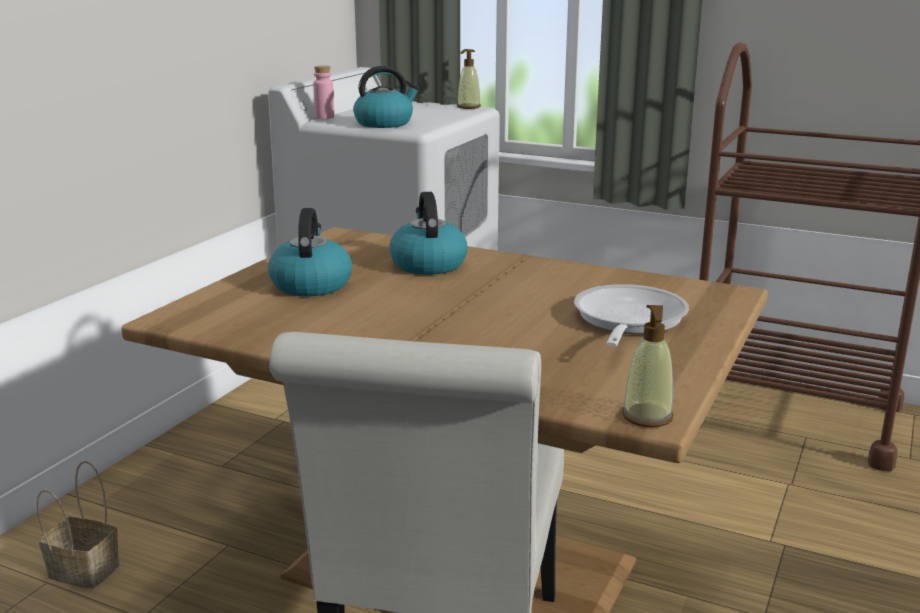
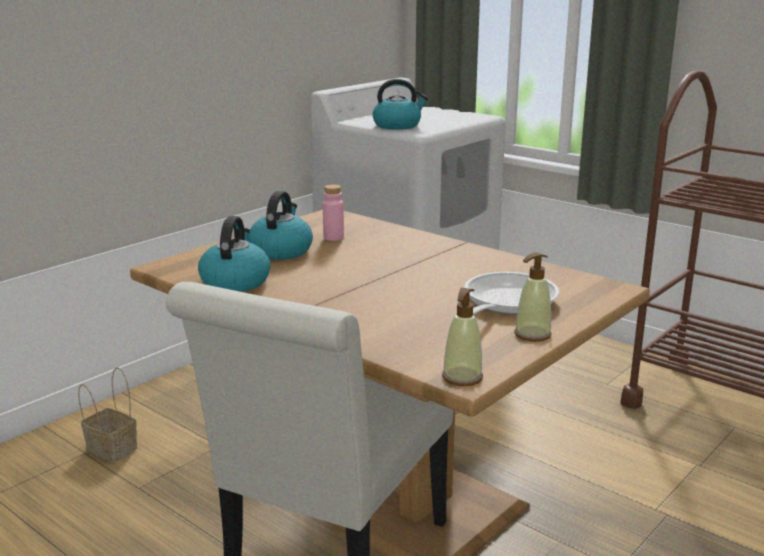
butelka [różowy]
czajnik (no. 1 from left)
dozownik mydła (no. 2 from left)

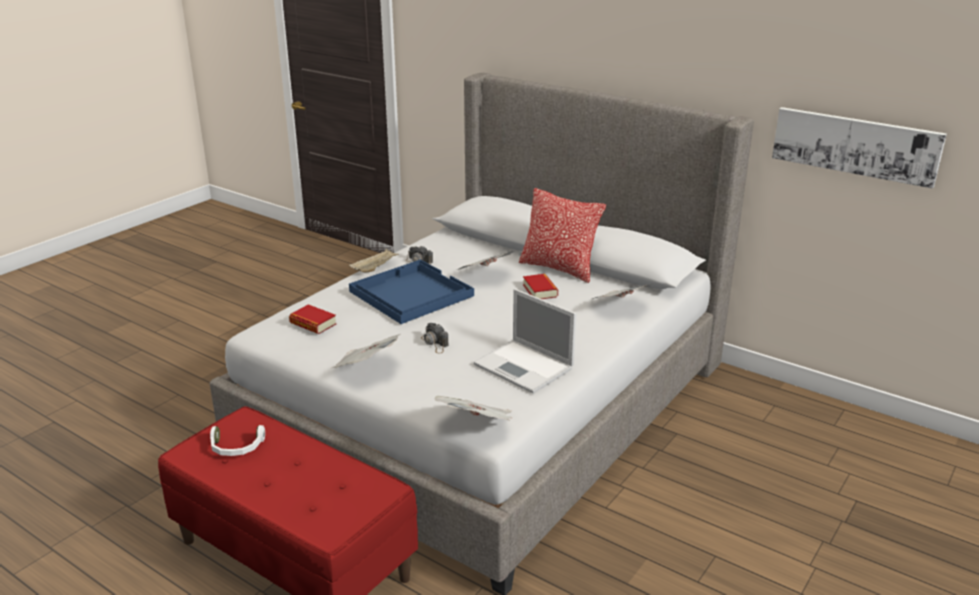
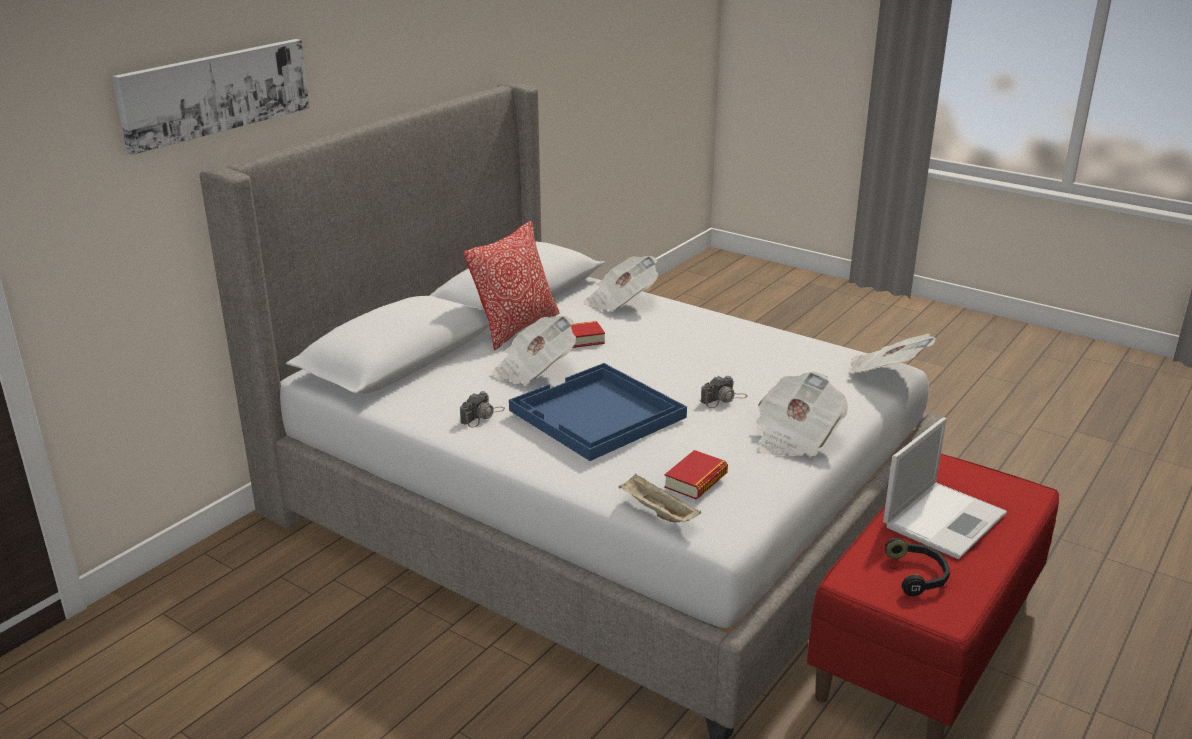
taca [beżowy]
laptop
obraz
słuchawki [czarny]

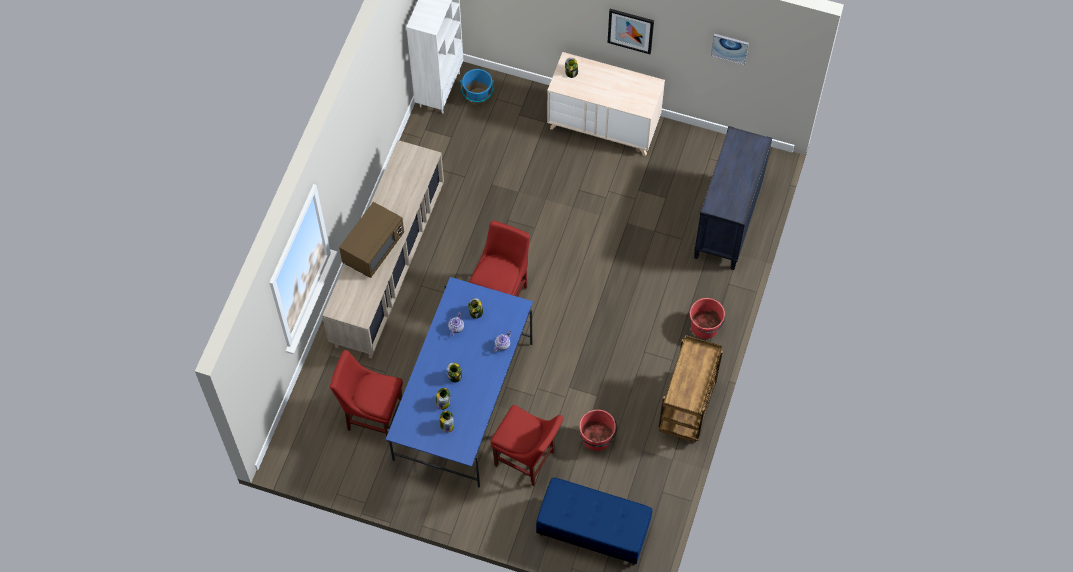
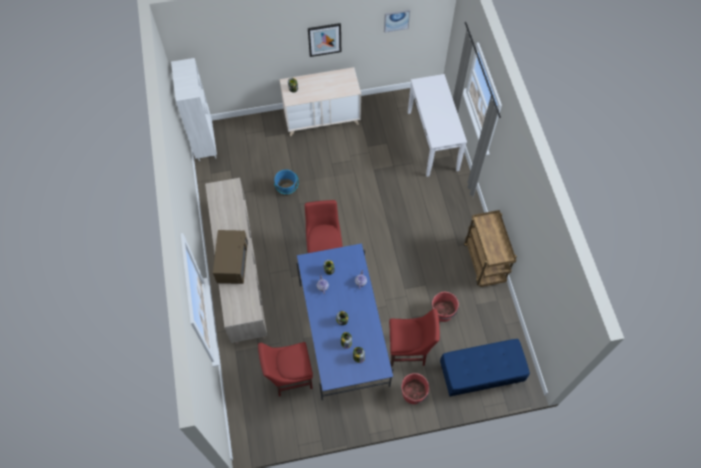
wiadro [niebieski]
wiadro [czerwony] (no. 1 from left)
stolik konsolowy [biały]

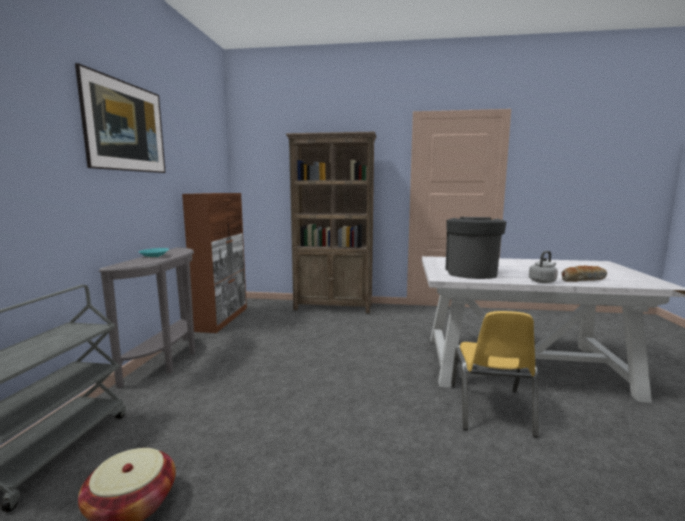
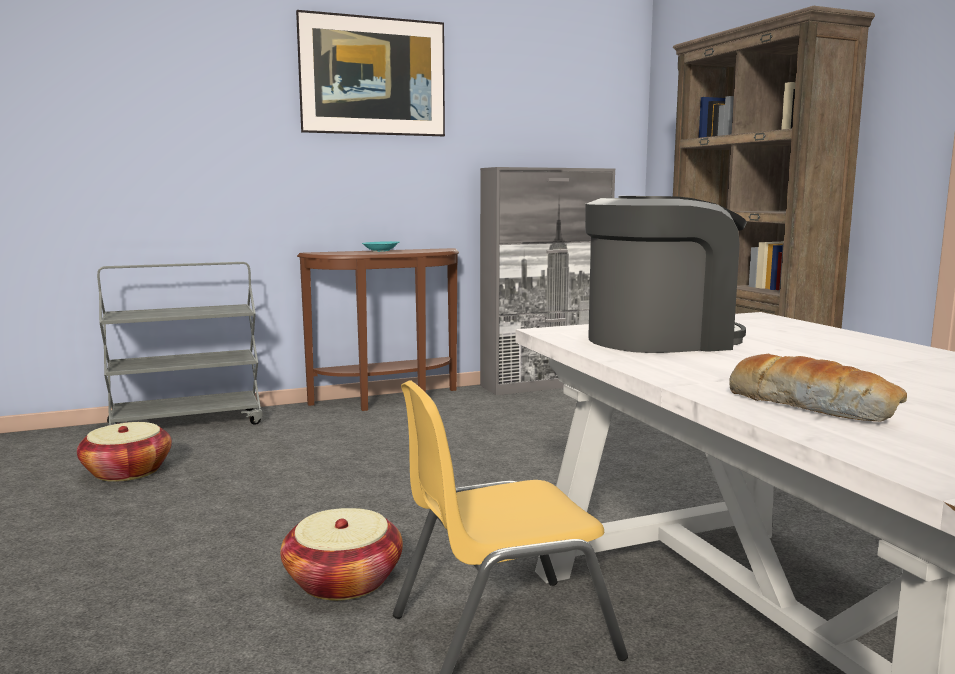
czajnik [szary]
koszyk (no. 2 from left)
stolik konsolowy [brązowy]
szafka [szary]

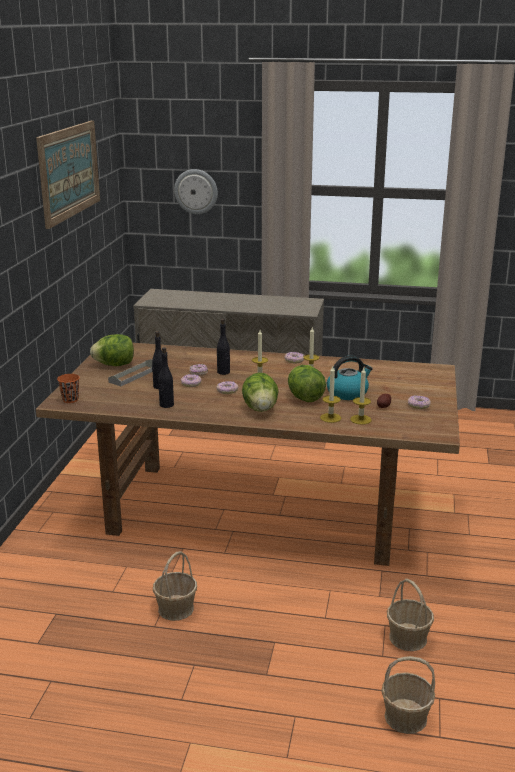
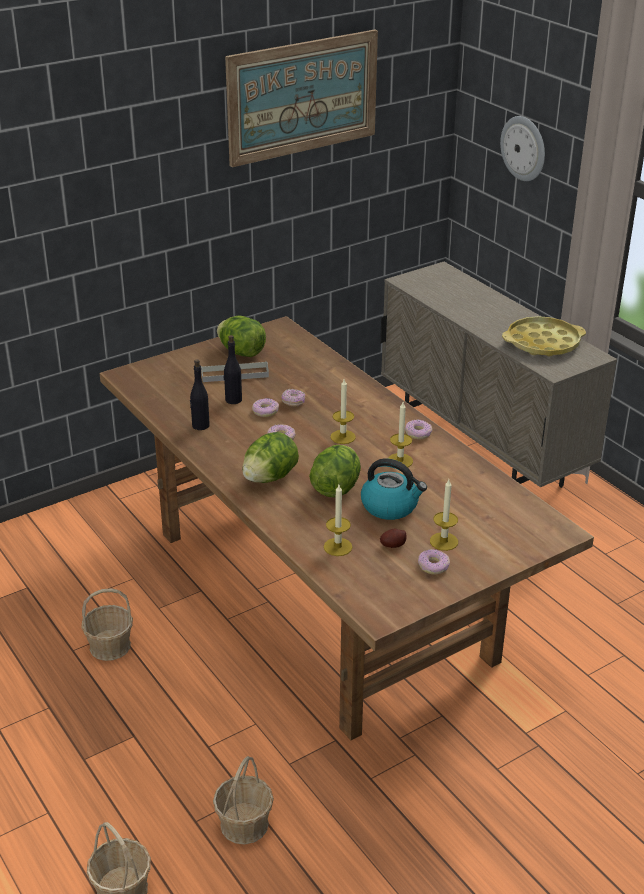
filiżanka [pomarańczowy]
butelka [czarny] (no. 3 from left in the first image)
taca [żółty]
świeca (no. 4 from left)

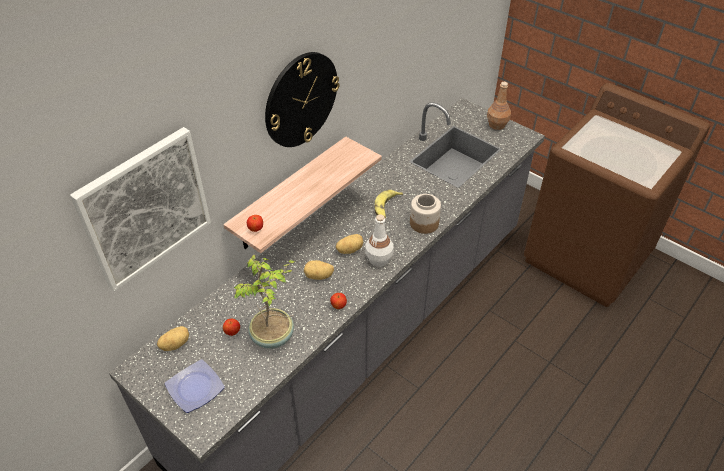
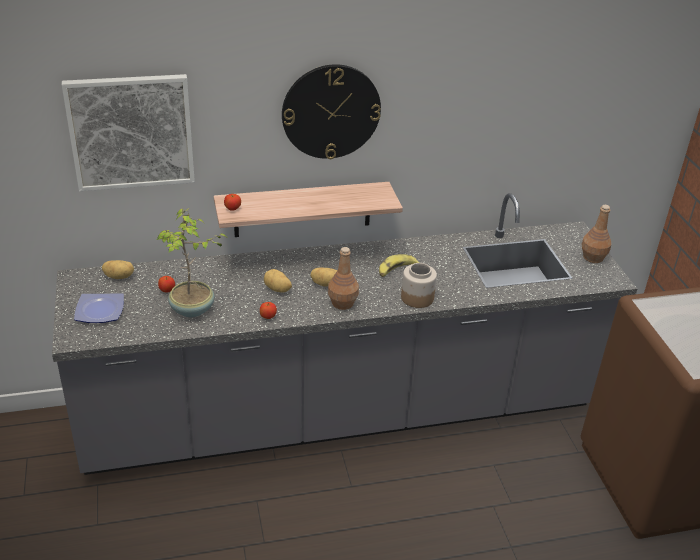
butelka [brązowy] (no. 1 from left)

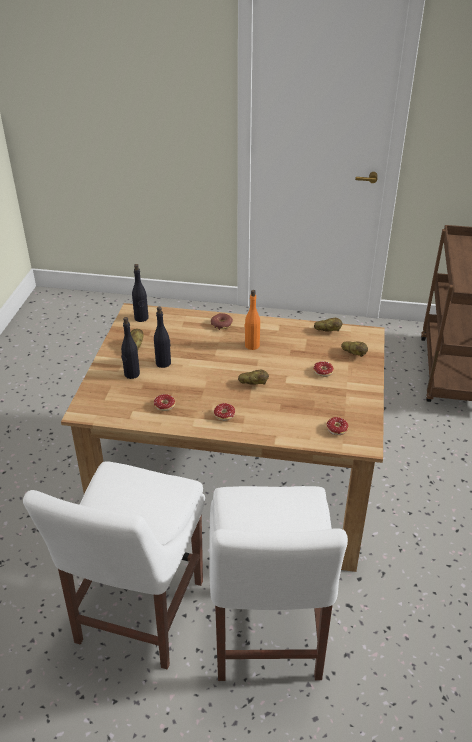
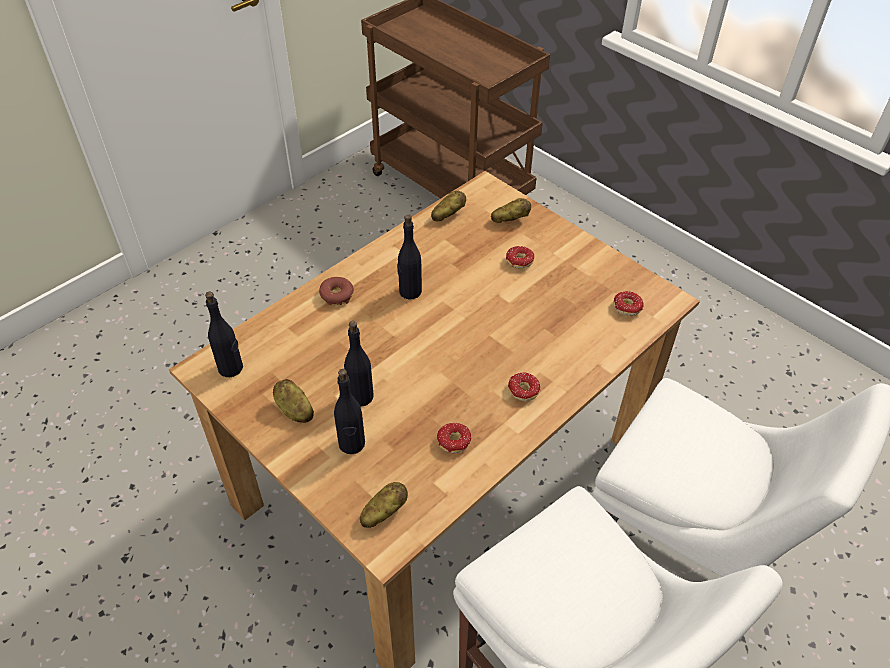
ziemniak (no. 2 from left)
butelka [czarny] (no. 4 from left)

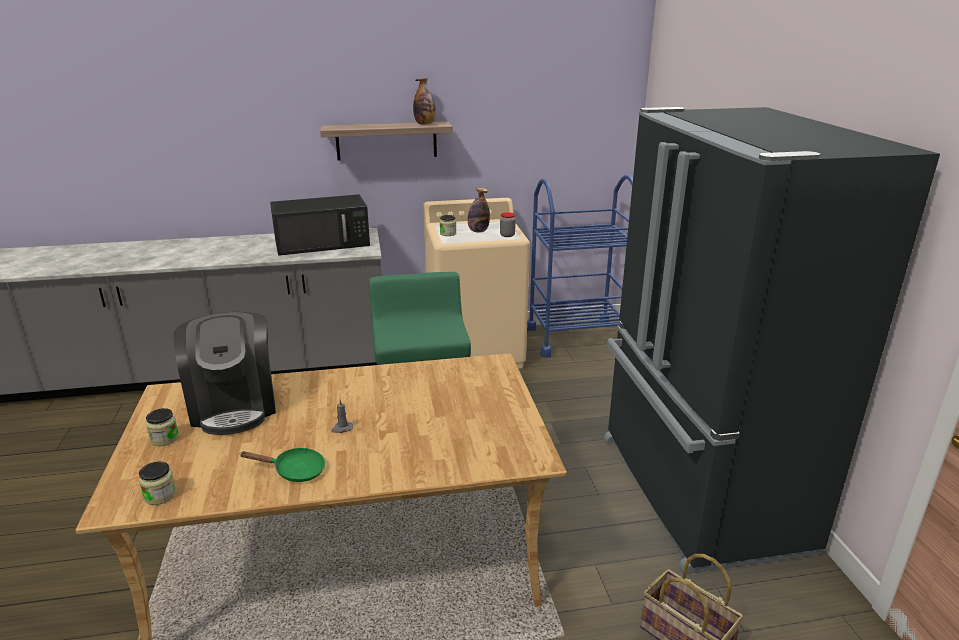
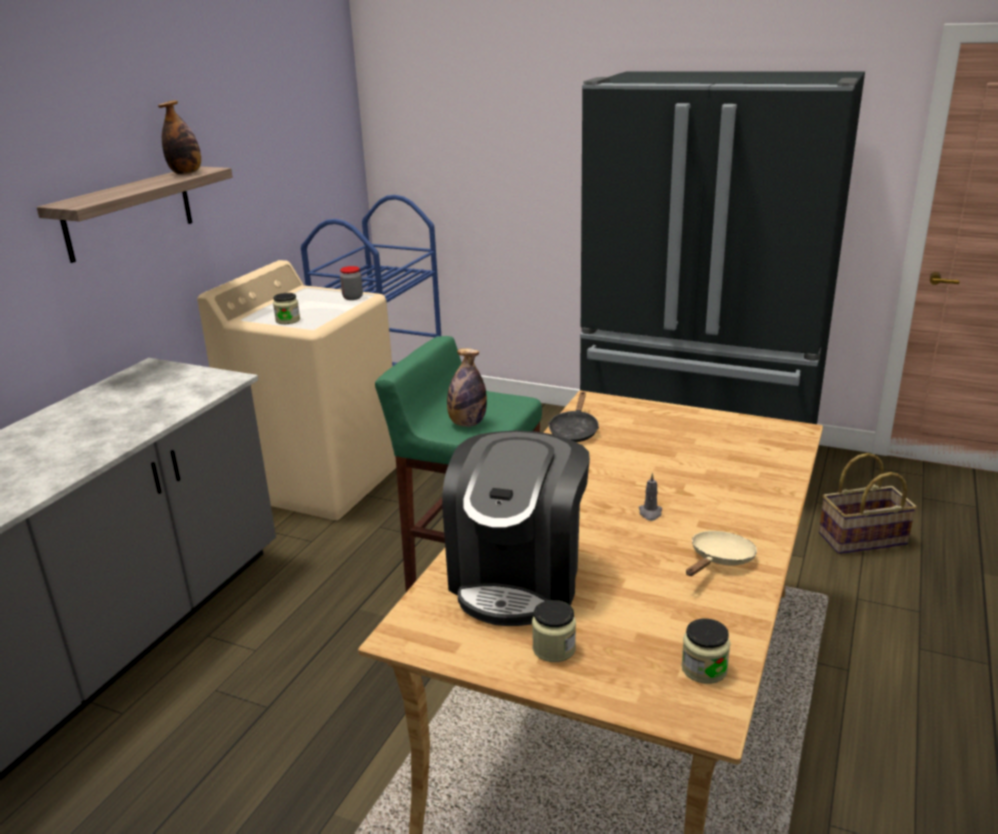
mikrofalówka [czarny]
patelnia [czarny]
butelka (no. 2 from left)
patelnia [beżowy]
ekspres do kawy

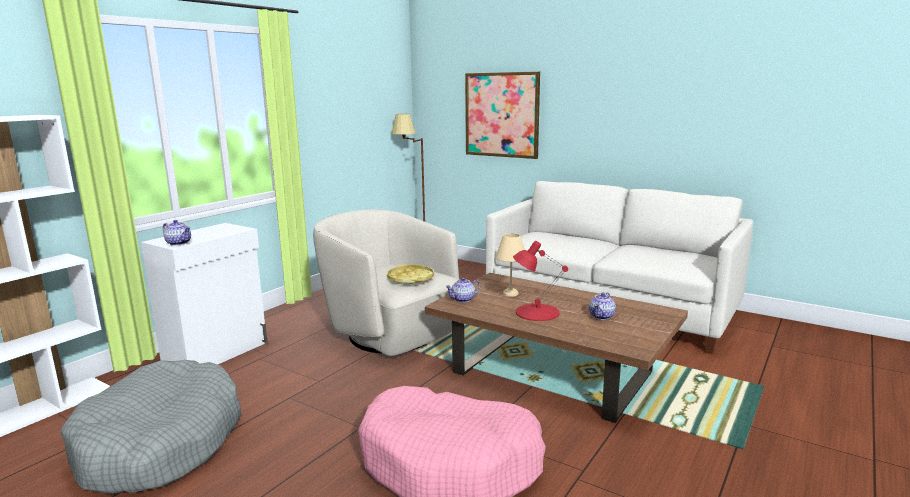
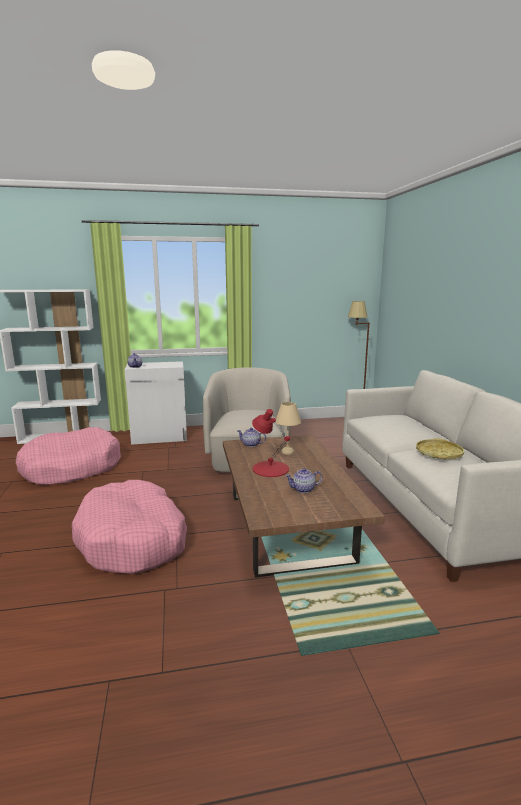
obraz
taca [żółty]
legowisko [różowy] (no. 1 from left)

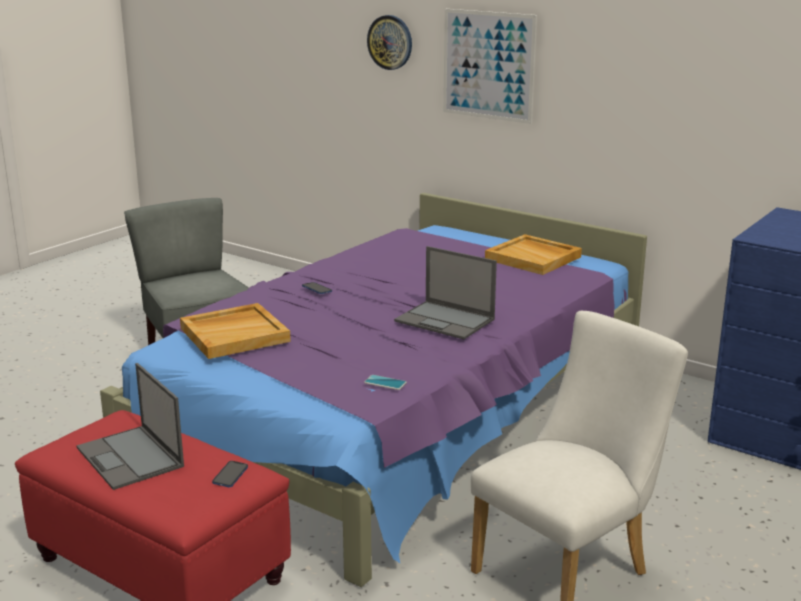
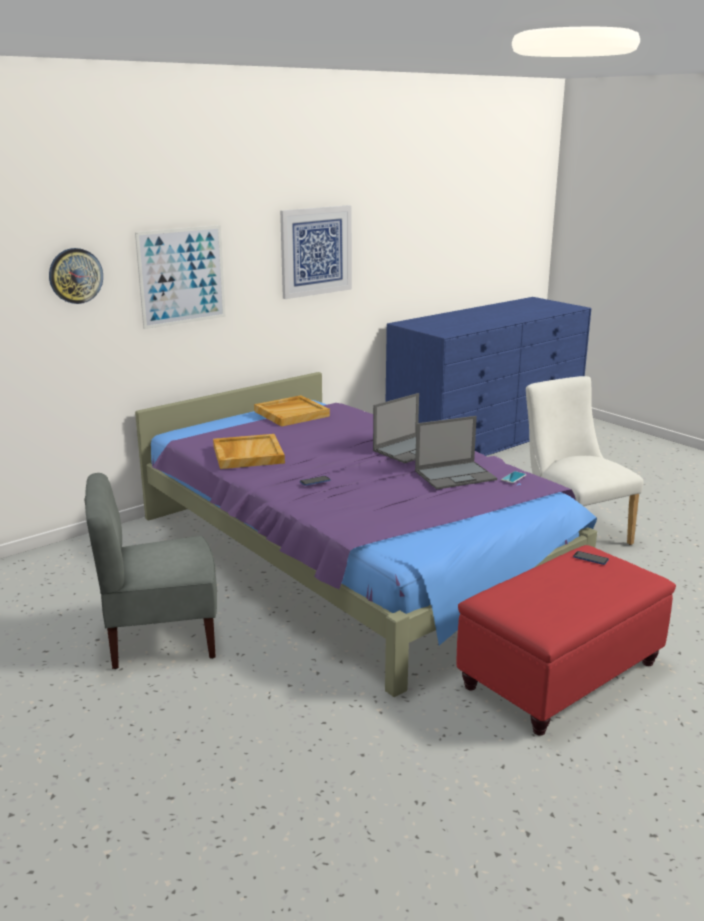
obraz (no. 2 from left)
laptop (no. 2 from left)
taca [beżowy] (no. 1 from left)

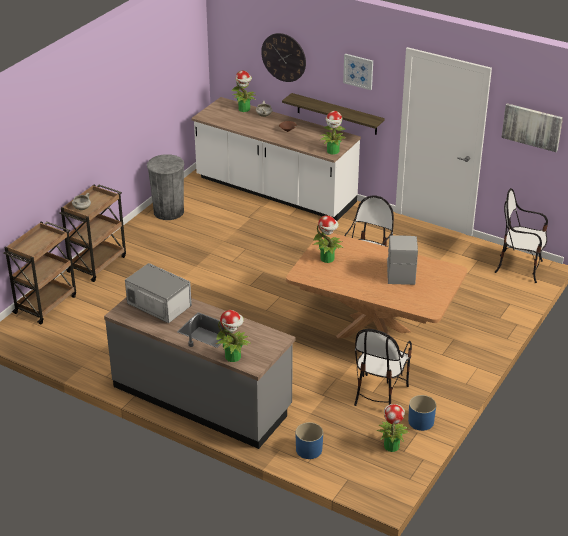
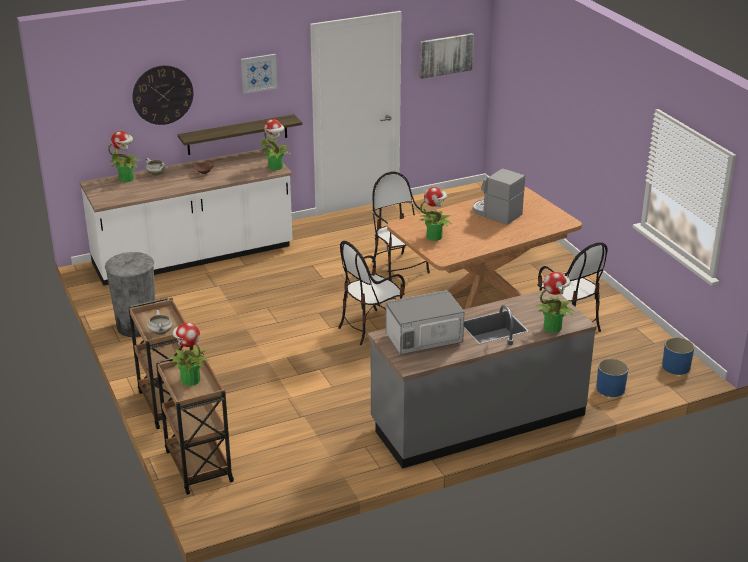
roślina doniczkowa (no. 2 from left)
donica [niebieski] (no. 2 from left)
krzesło (no. 1 from left)

